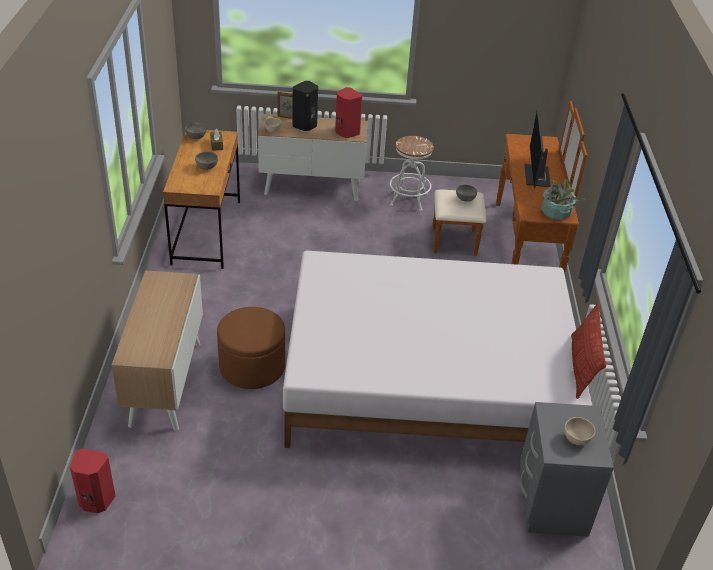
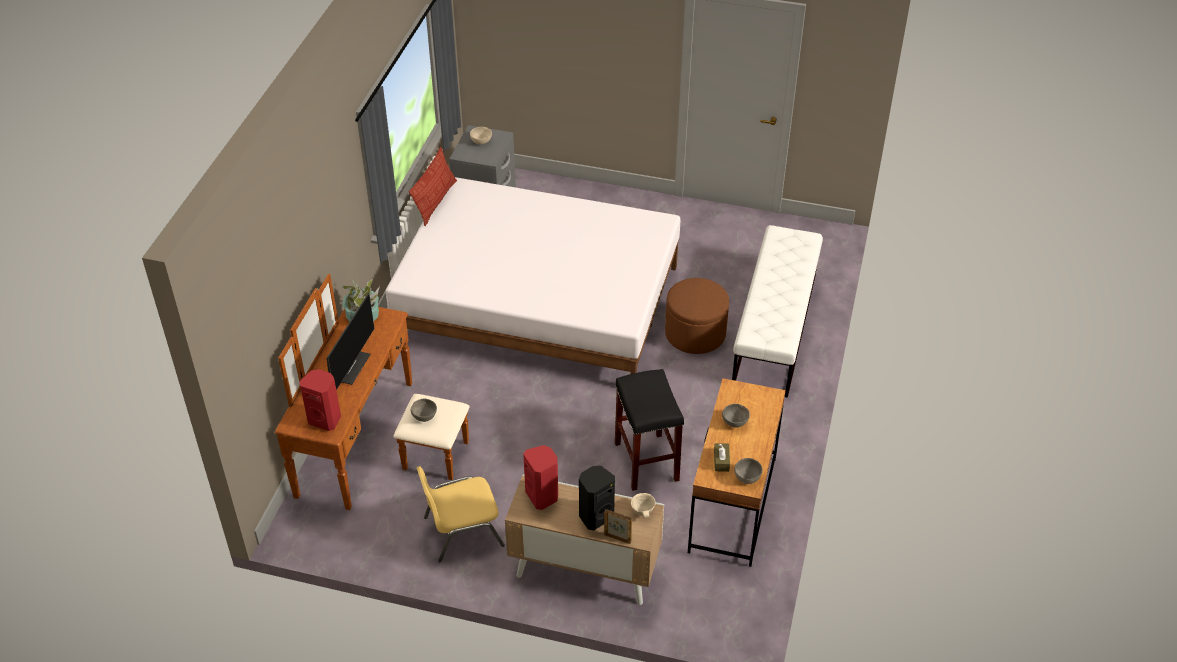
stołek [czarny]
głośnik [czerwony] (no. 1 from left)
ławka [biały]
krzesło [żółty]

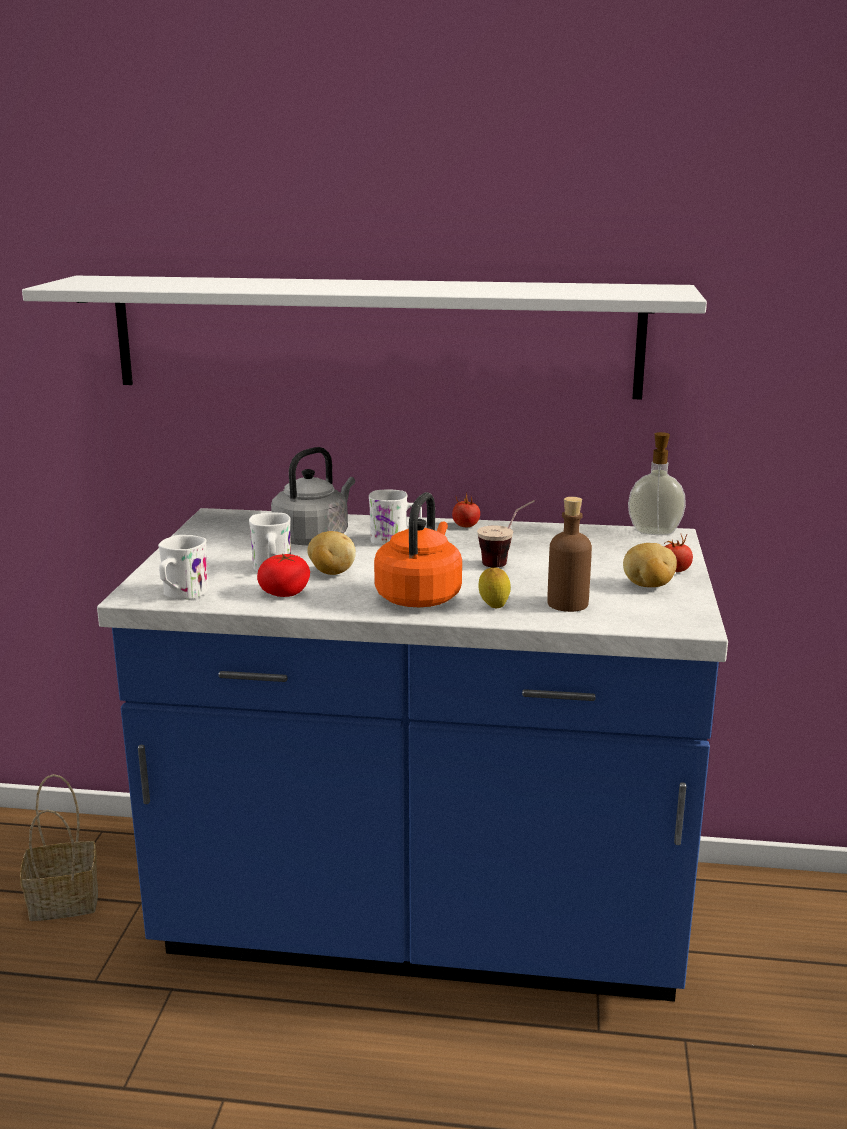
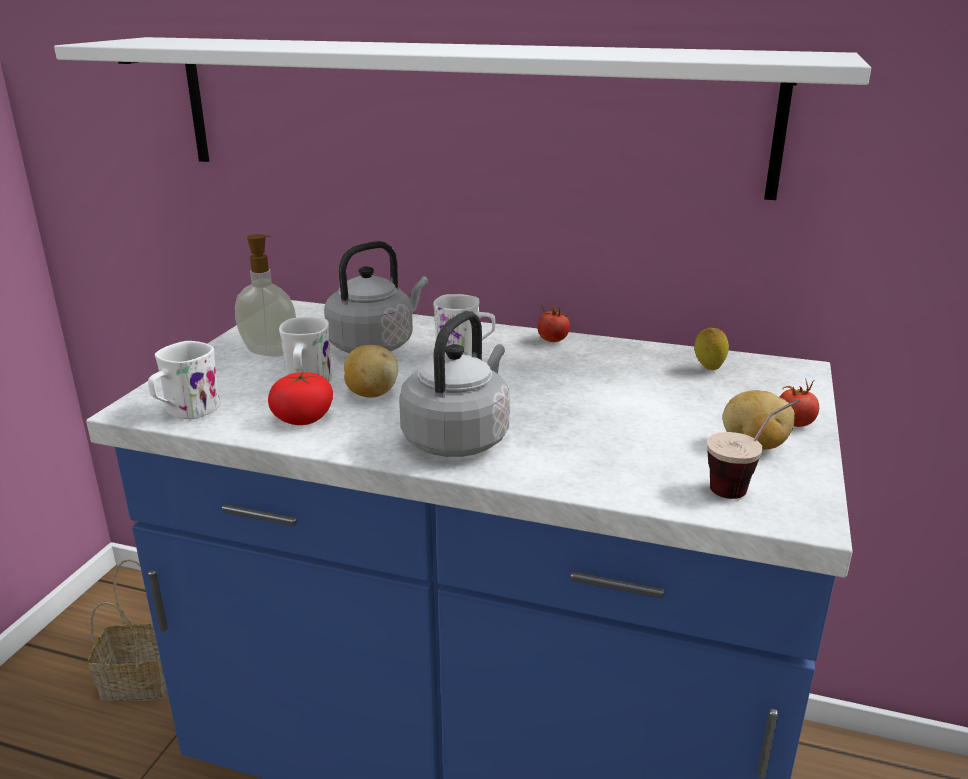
butelka [brązowy]
filiżanka
cytryna
dozownik mydła
czajnik [szary] (no. 2 from left)

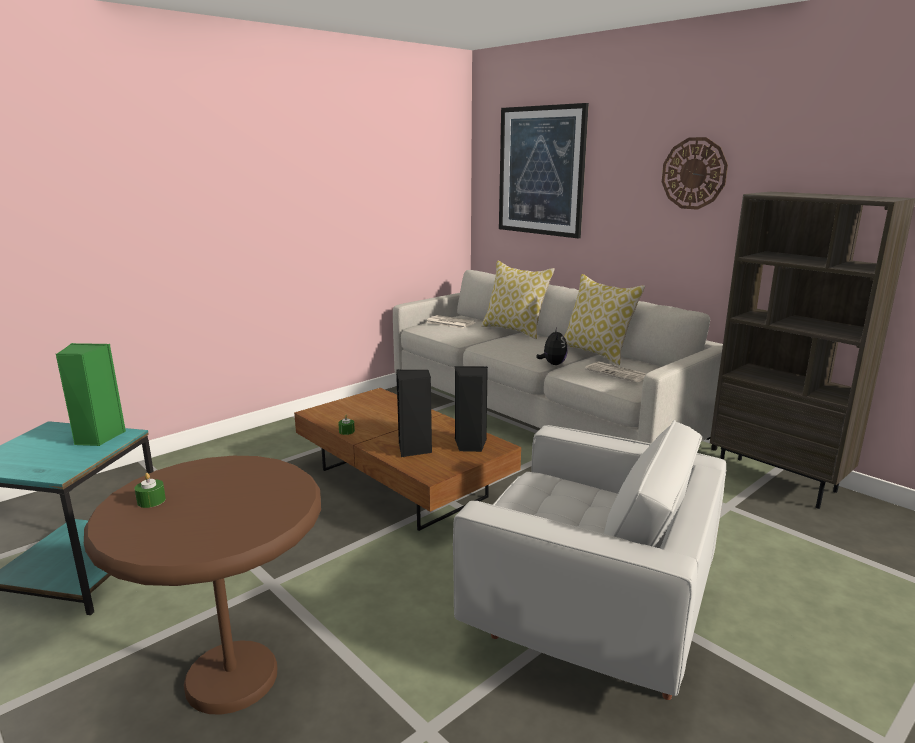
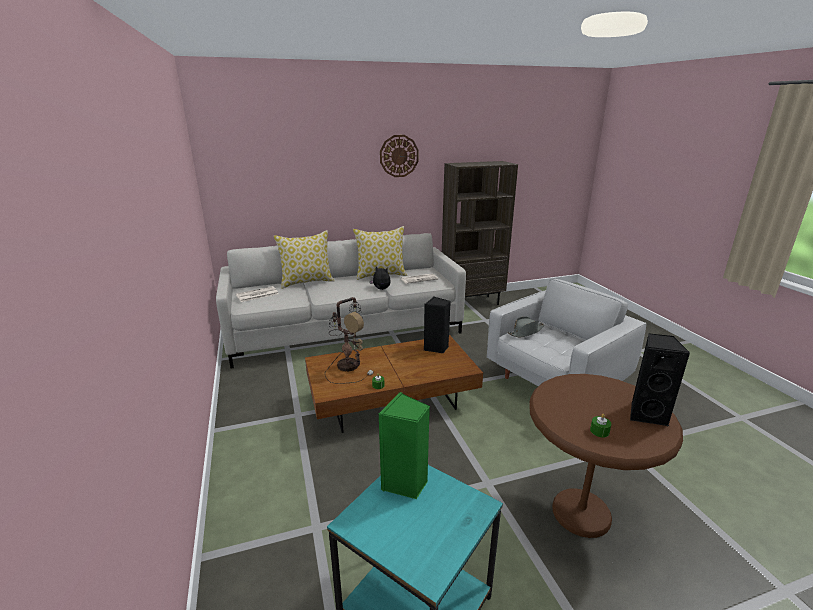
obraz
lampa stołowa
kapelusz [szary]
głośnik [czarny] (no. 2 from left)

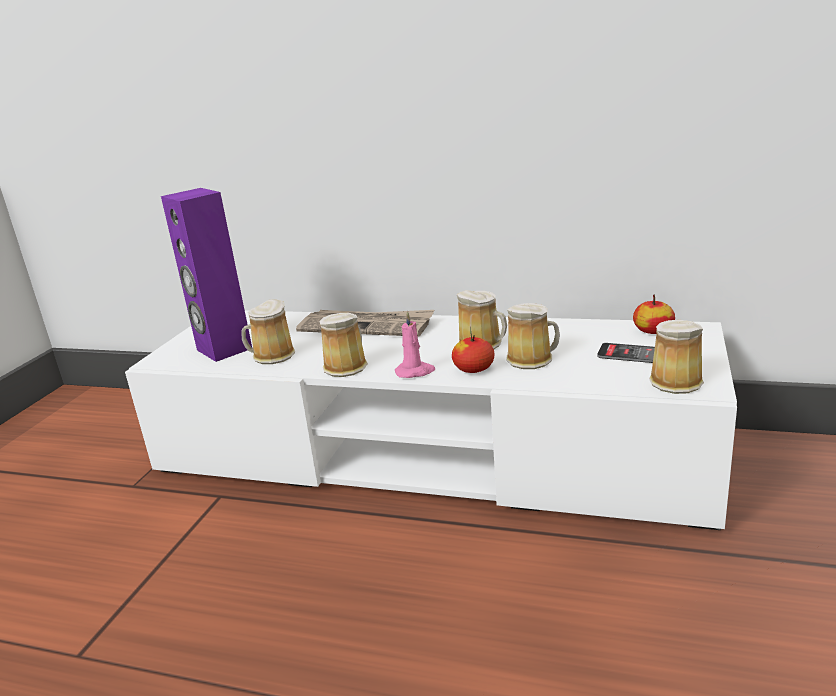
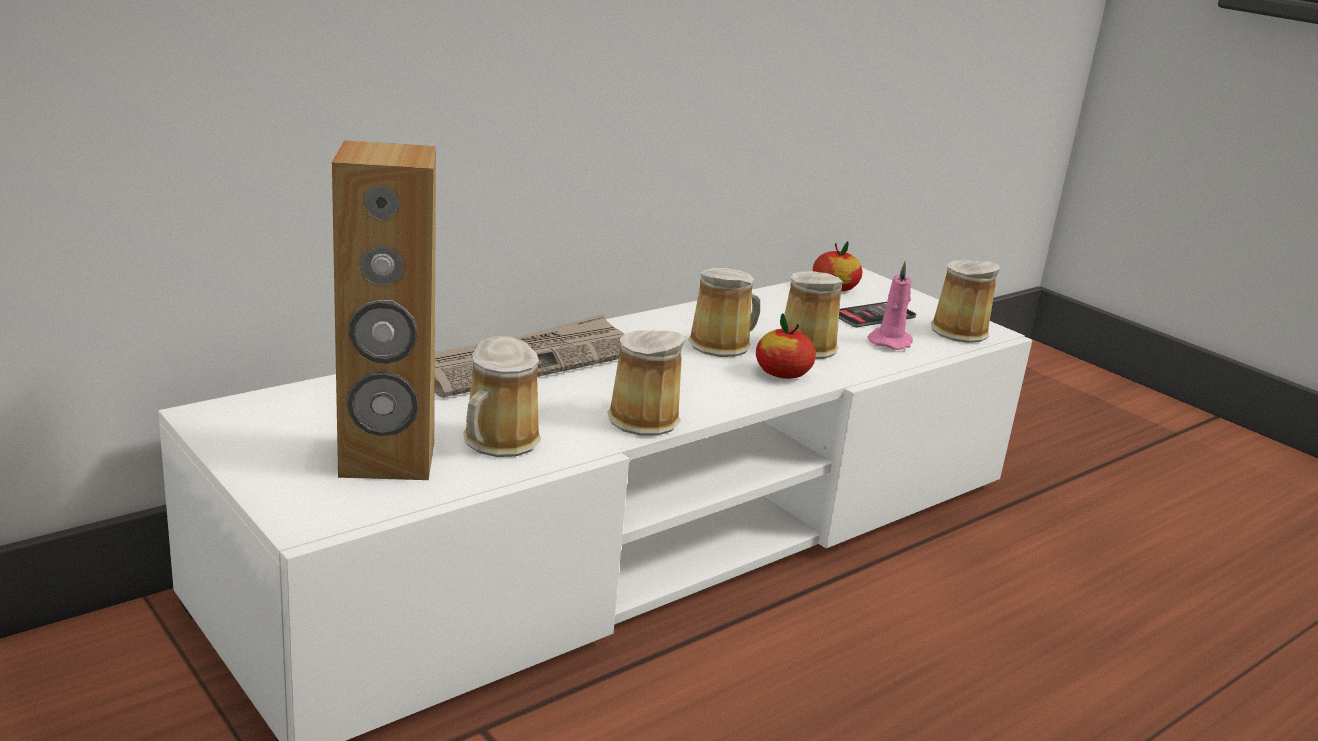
świeca [różowy]
głośnik [brązowy]

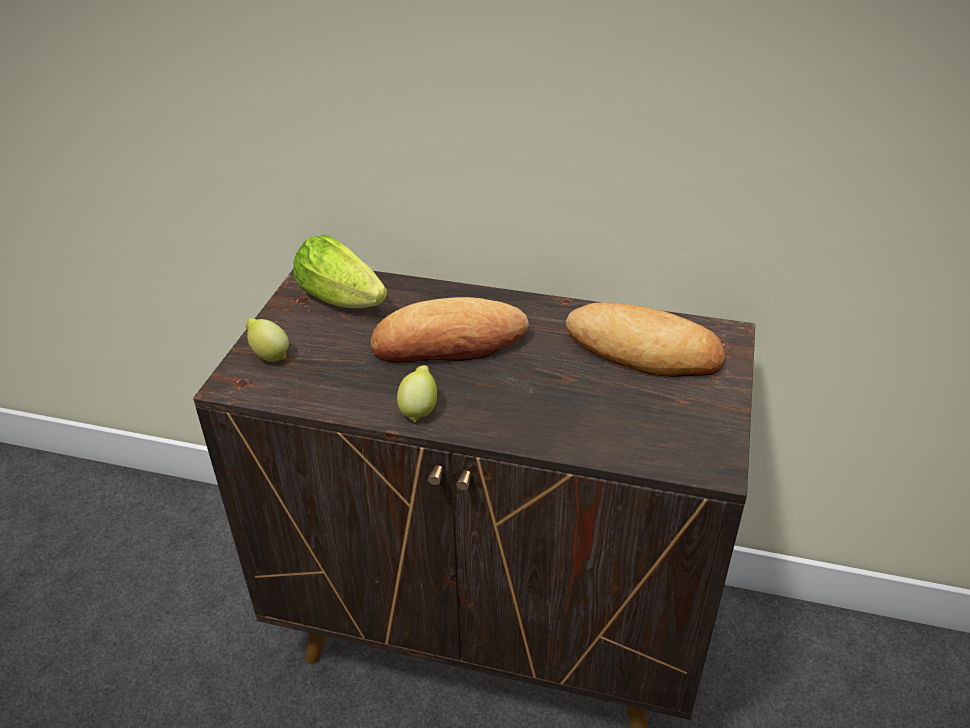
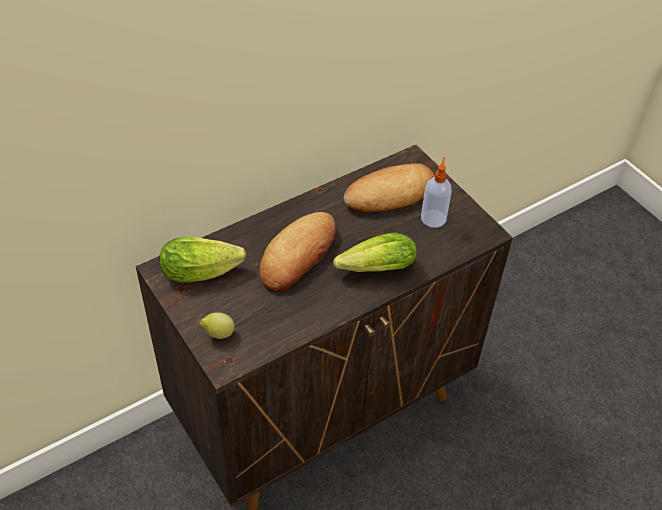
cytryna (no. 2 from left in the first image)
sałata (no. 2 from left)
dozownik mydła

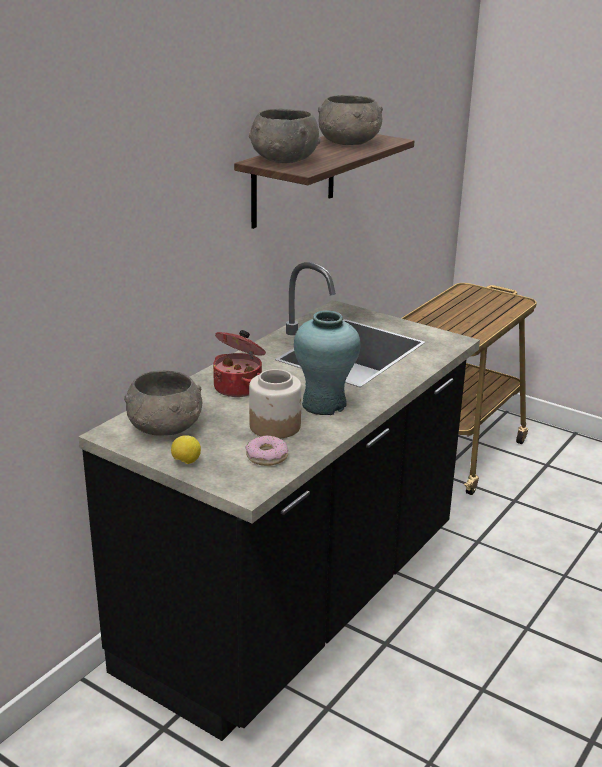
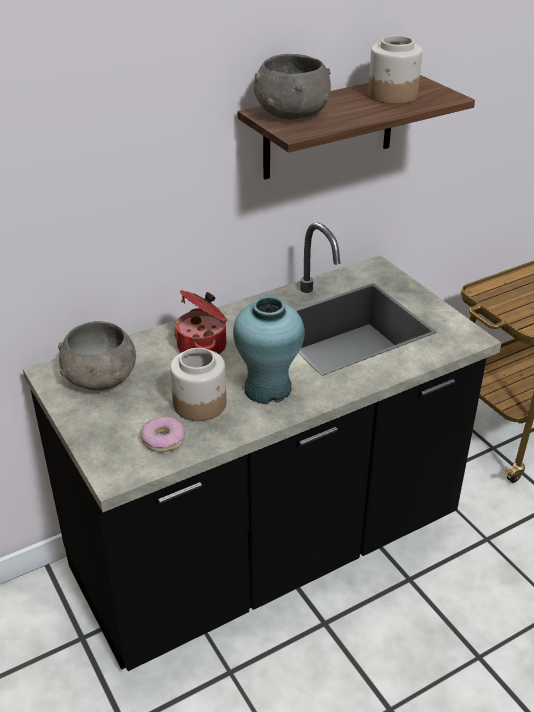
cytryna
słoik (no. 2 from left)

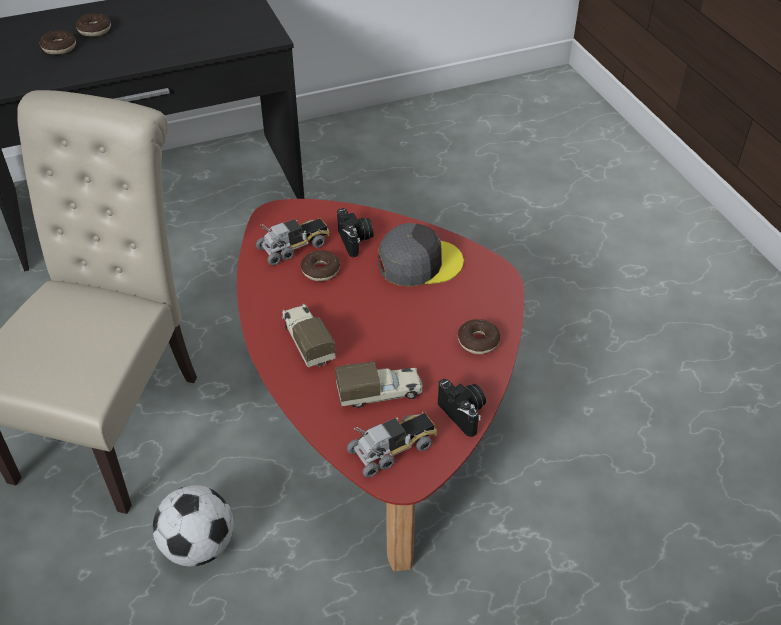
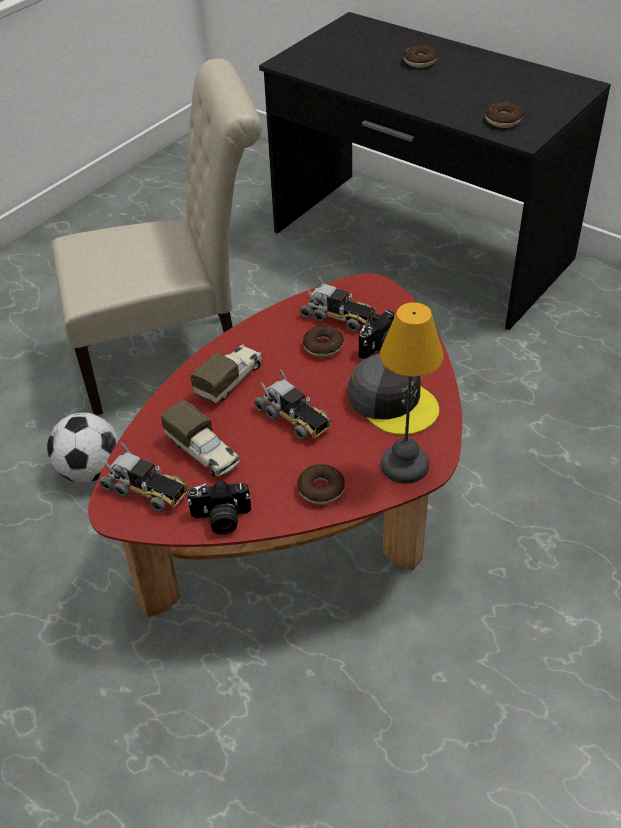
ciężarówka zabawkowa (no. 4 from left)
lampa stołowa
donut (no. 4 from left)
aparat fotograficzny (no. 1 from left)

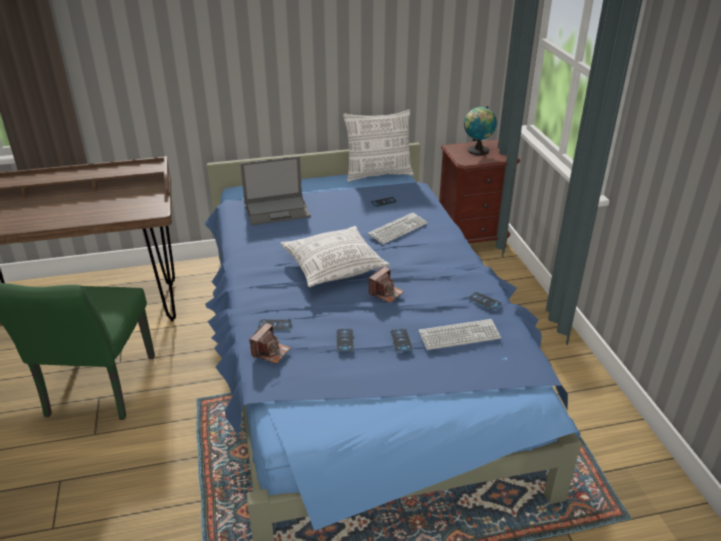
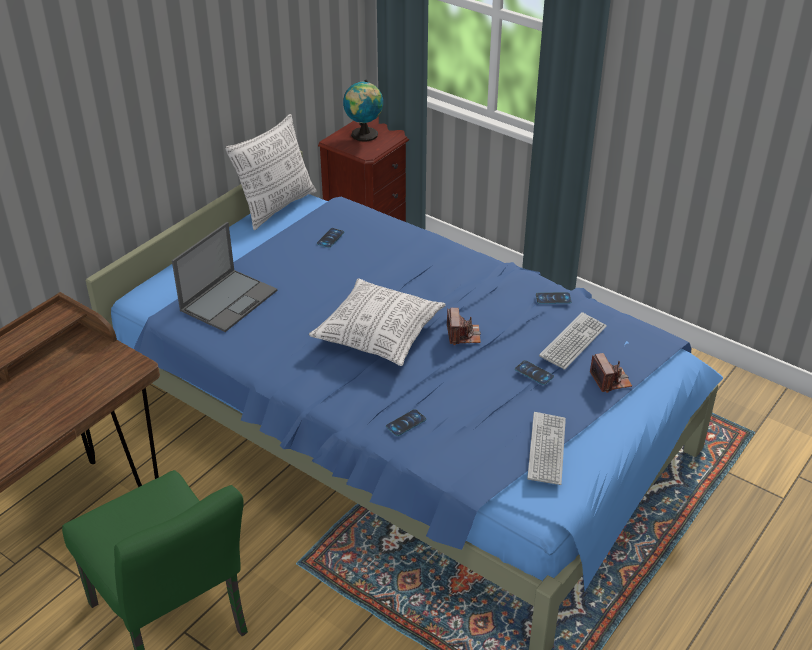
telefon (no. 2 from left in the first image)
aparat fotograficzny (no. 2 from left)
klawiatura (no. 1 from left)

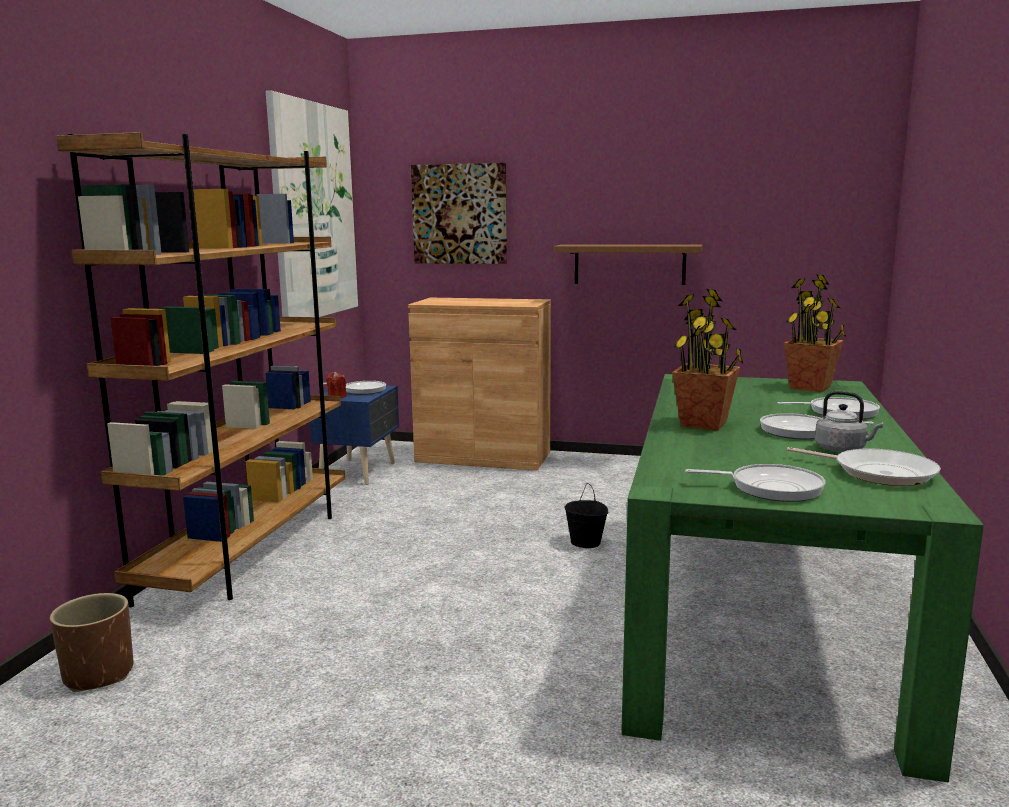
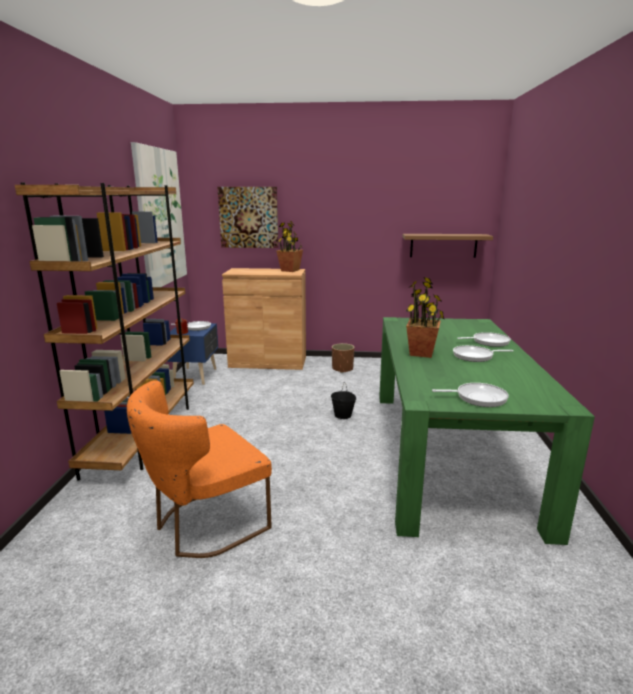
patelnia (no. 5 from left in the first image)
czajnik [szary]
krzesło [pomarańczowy]
donica [brązowy]
półka [brązowy]
roślina doniczkowa (no. 1 from left)

